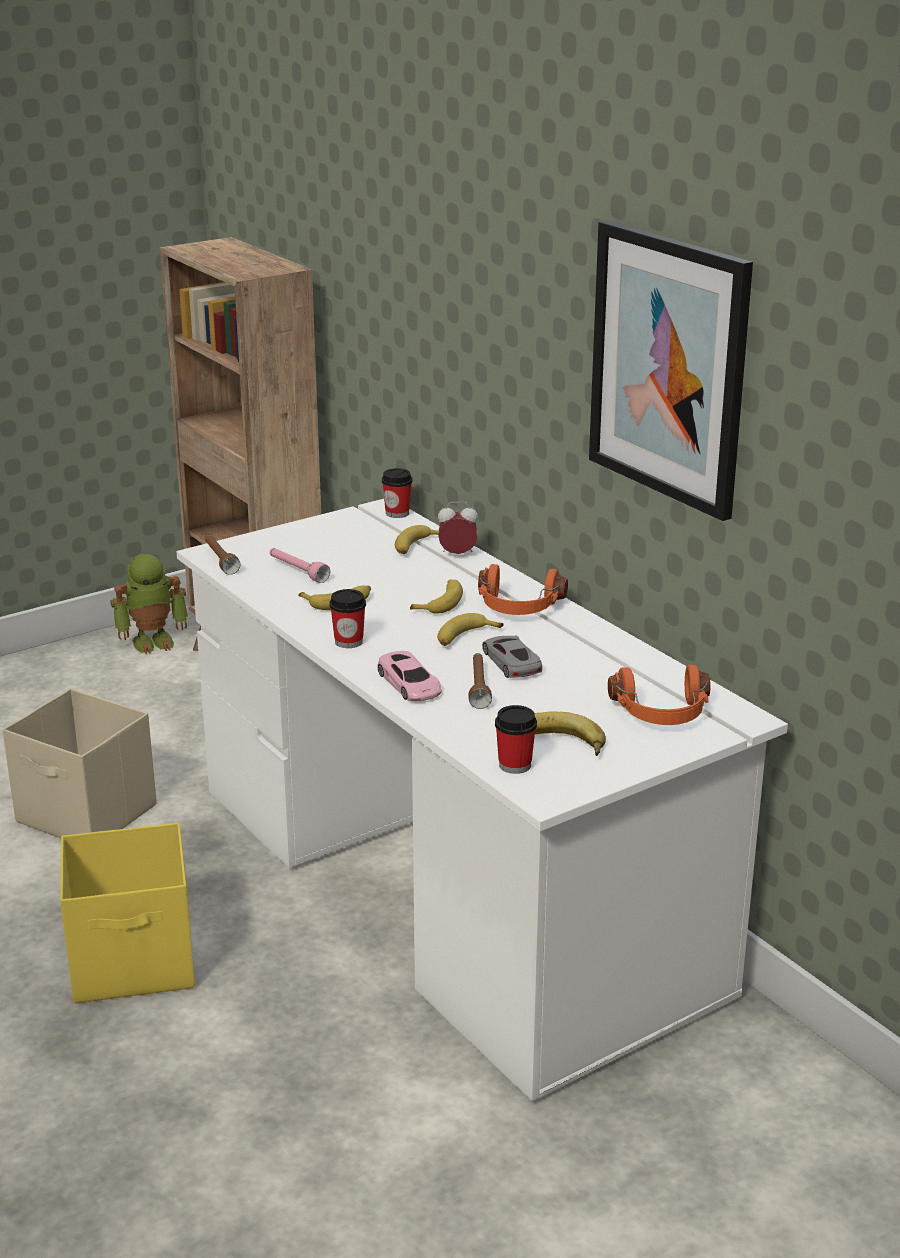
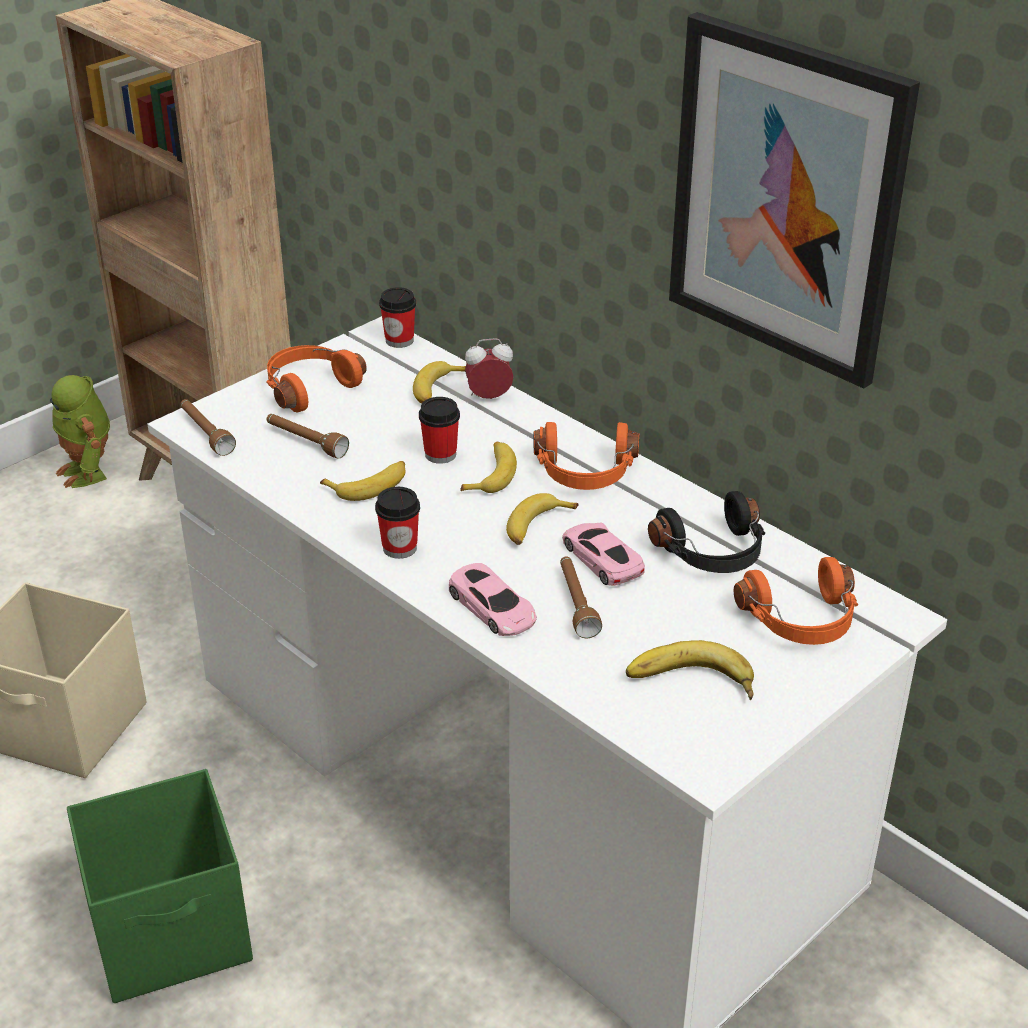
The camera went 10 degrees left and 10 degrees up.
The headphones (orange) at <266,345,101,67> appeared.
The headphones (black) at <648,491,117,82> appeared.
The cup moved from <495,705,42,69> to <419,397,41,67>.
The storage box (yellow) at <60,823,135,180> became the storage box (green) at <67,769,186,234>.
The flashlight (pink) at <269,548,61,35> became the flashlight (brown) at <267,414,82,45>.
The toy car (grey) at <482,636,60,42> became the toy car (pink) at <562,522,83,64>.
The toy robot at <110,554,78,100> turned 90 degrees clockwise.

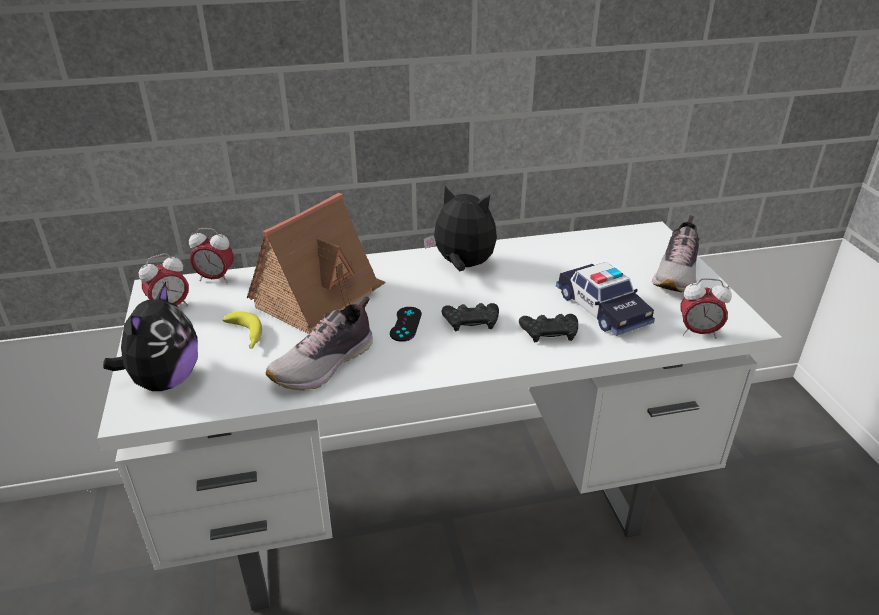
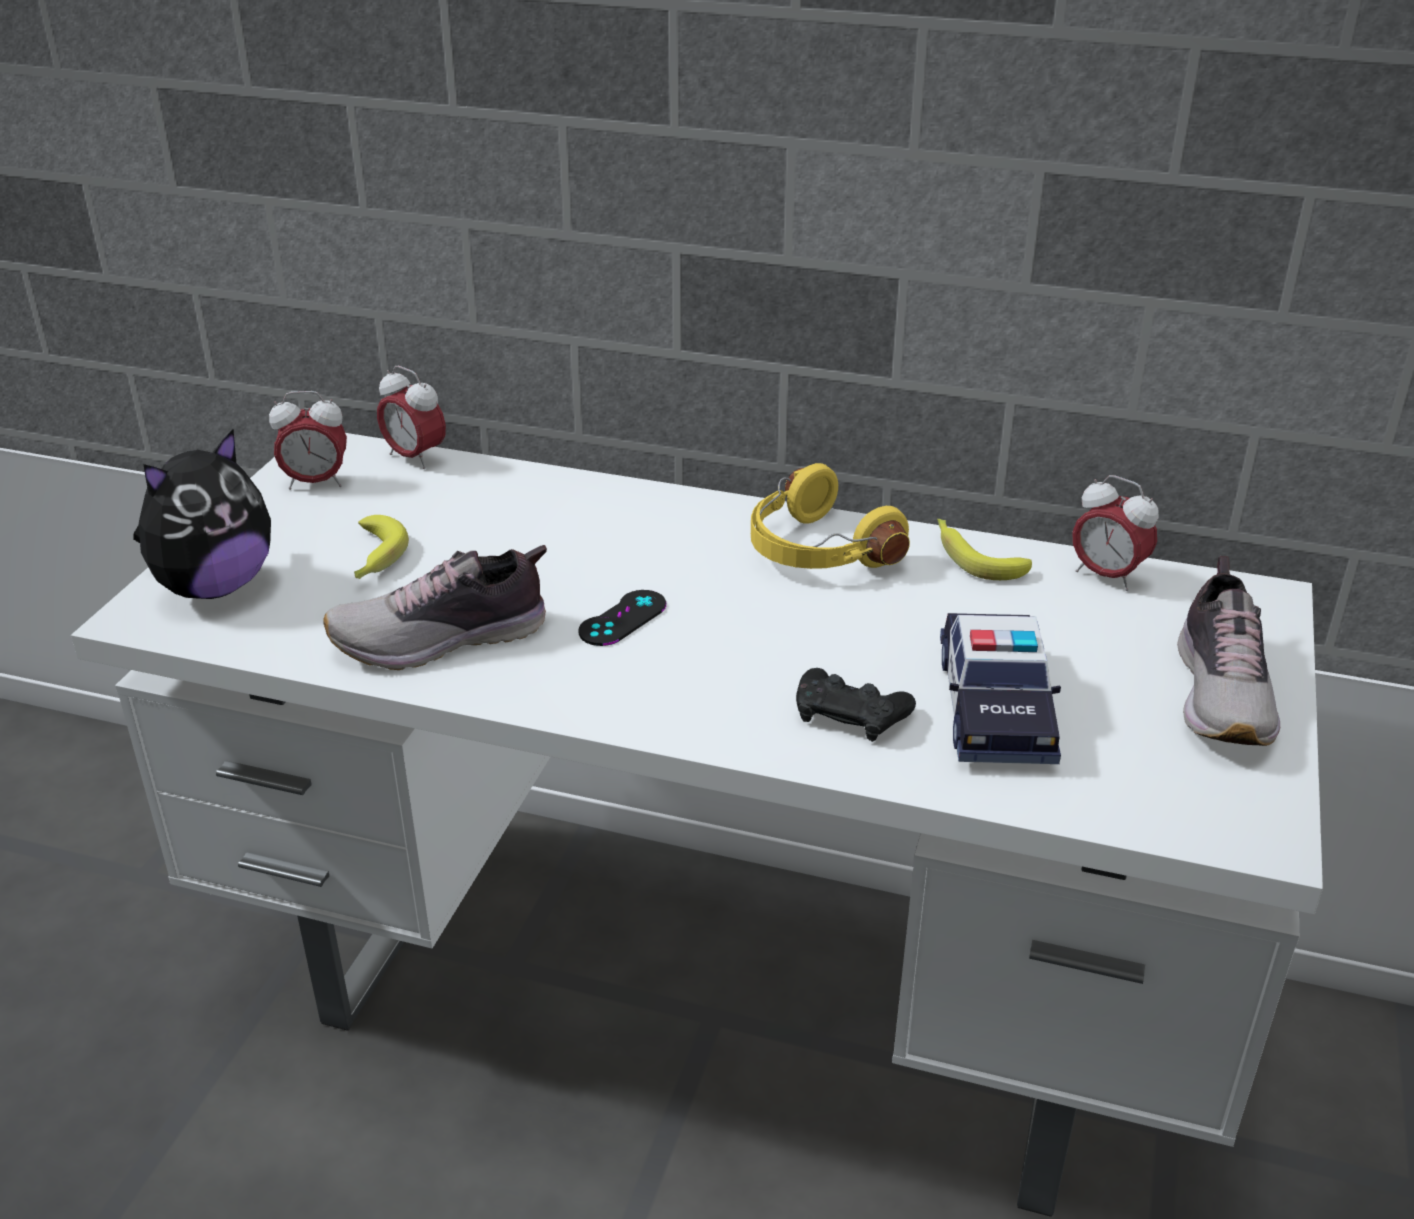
The camera went 30 degrees right and 0 degrees up.
The toy house at <247,193,139,141> disappeared.
The game controller (black) at <442,303,57,29> disappeared.
The banana at <937,519,95,61> appeared.
The alarm clock moved from <680,278,52,60> to <1072,475,87,116>.
The plush toy at <423,186,74,85> was replaced by the headphones (yellow) at <751,463,159,106>.
The shoe at <652,215,47,78> turned 45 degrees counterclockwise.

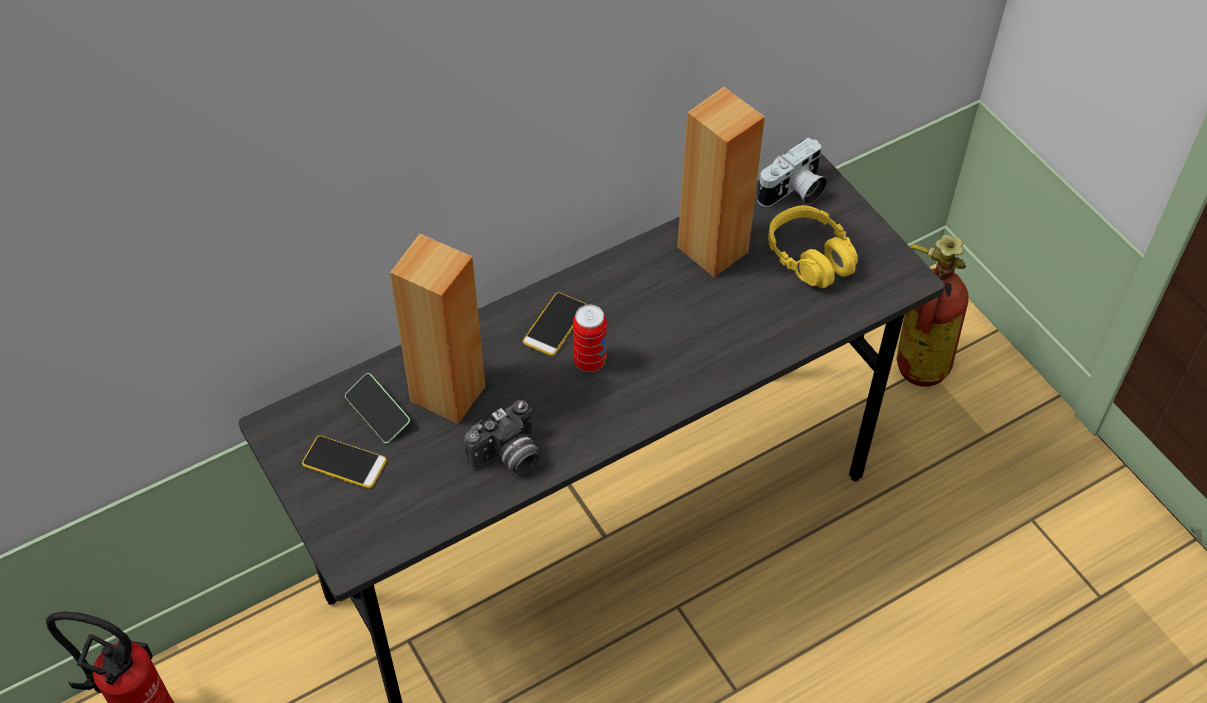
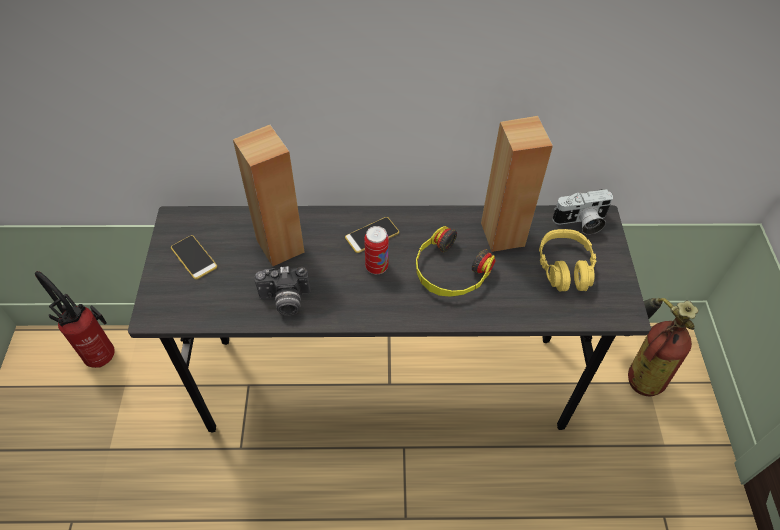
The camera went 30 degrees right and 0 degrees up.
The phone at <345,373,65,71> disappeared.
The headphones at <416,226,79,71> appeared.

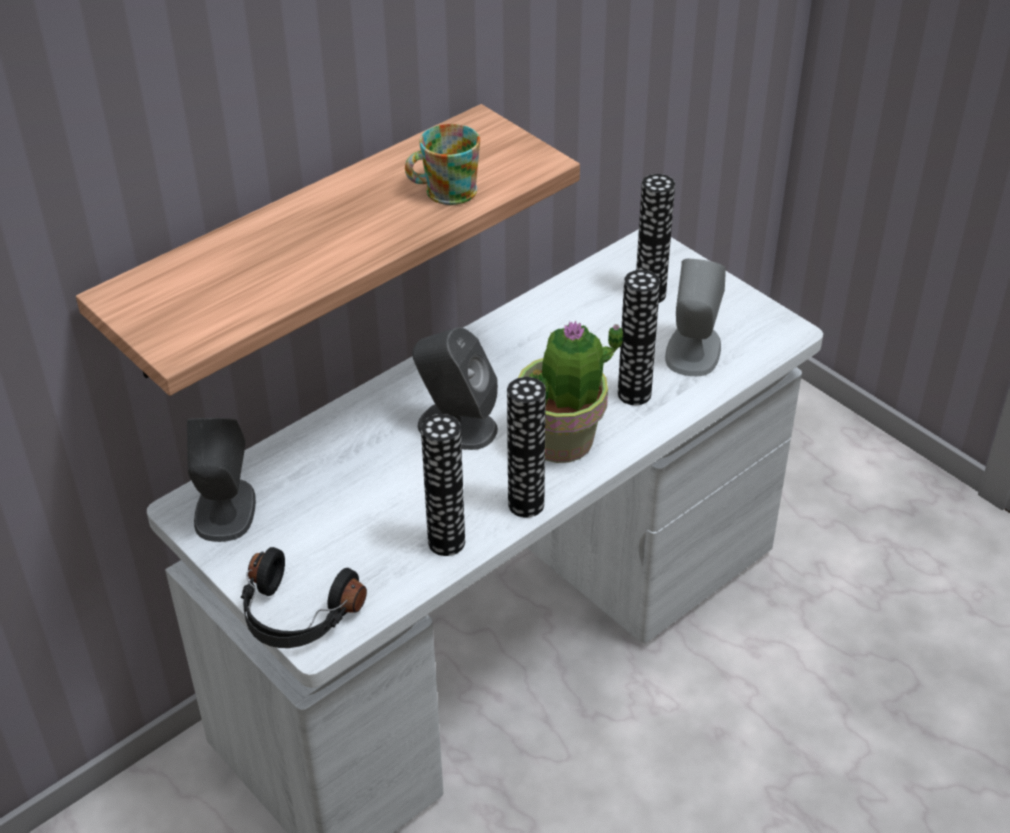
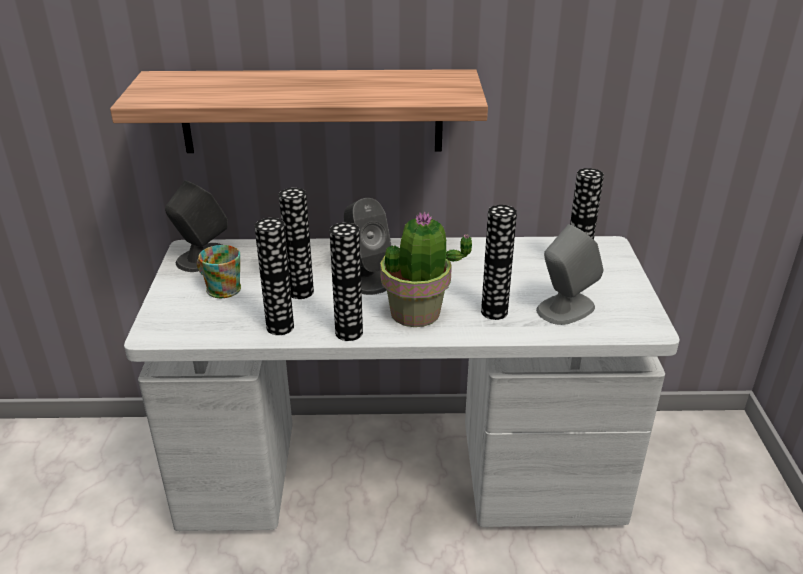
The camera went 40 degrees right and 10 degrees down.
The headphones (black) at <241,547,126,101> disappeared.
The vase at <279,188,35,111> appeared.
The mug moved from <405,124,75,81> to <197,245,44,53>.

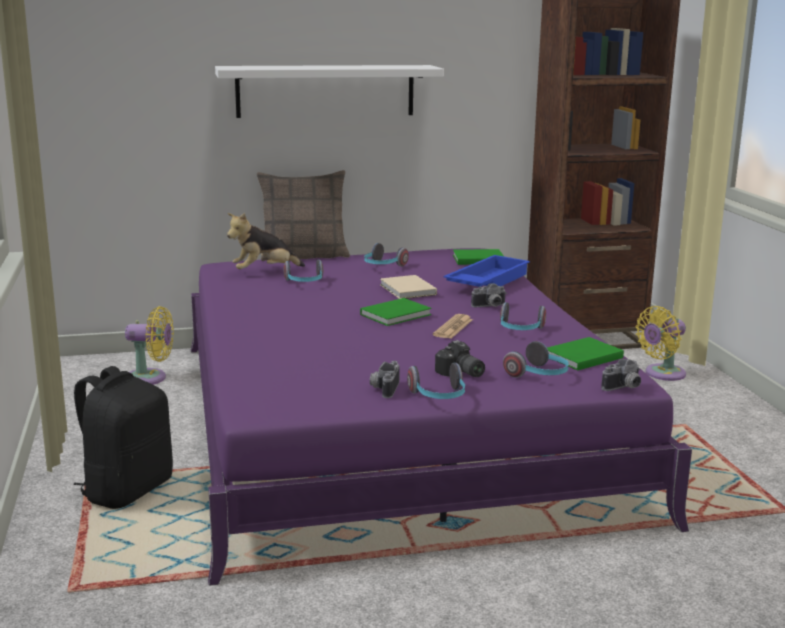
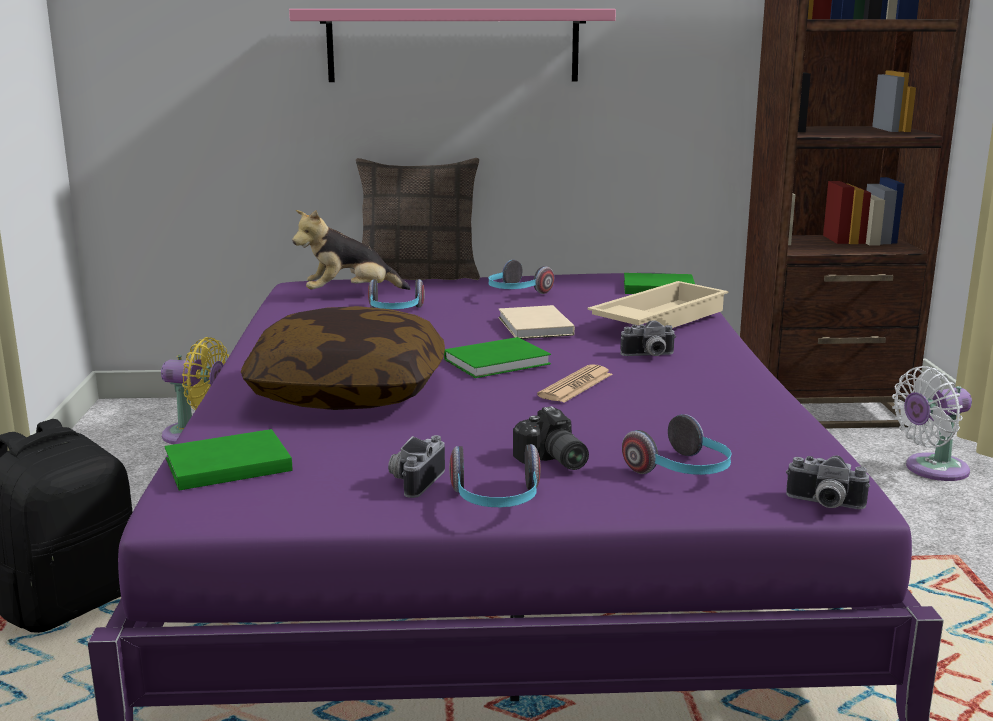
The camera went 10 degrees right and 0 degrees up.
The headphones at <500,302,46,28> disappeared.
The pillow at <241,306,204,104> appeared.
The book (green) moved from <547,337,77,34> to <164,429,129,61>.
The shelf (white) at <215,65,229,53> became the shelf (pink) at <289,9,327,73>.
The tray (blue) at <444,255,86,32> became the tray (beige) at <587,281,141,47>.
The fan (yellow) at <635,306,51,75> became the fan (white) at <892,366,80,115>.
The photo camera at <601,359,40,32> turned 45 degrees clockwise.

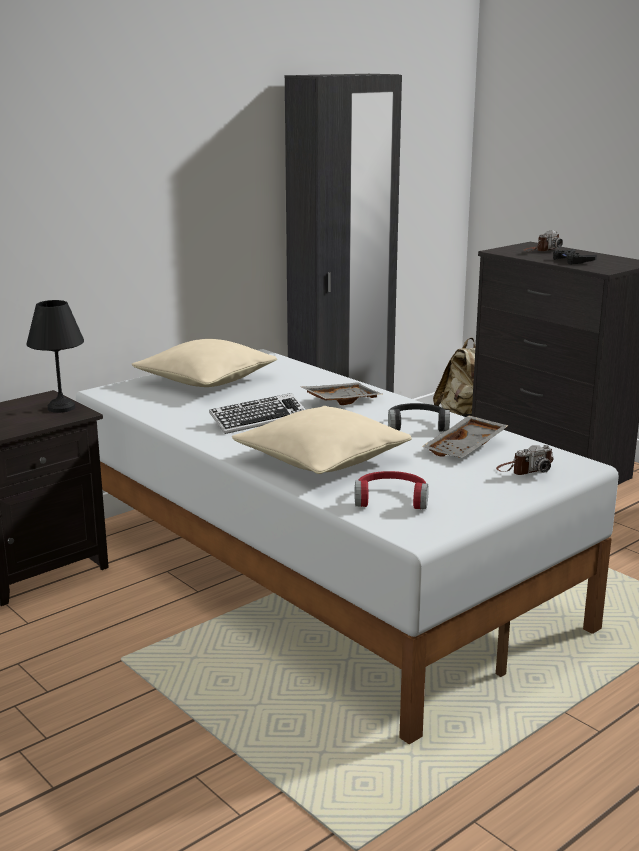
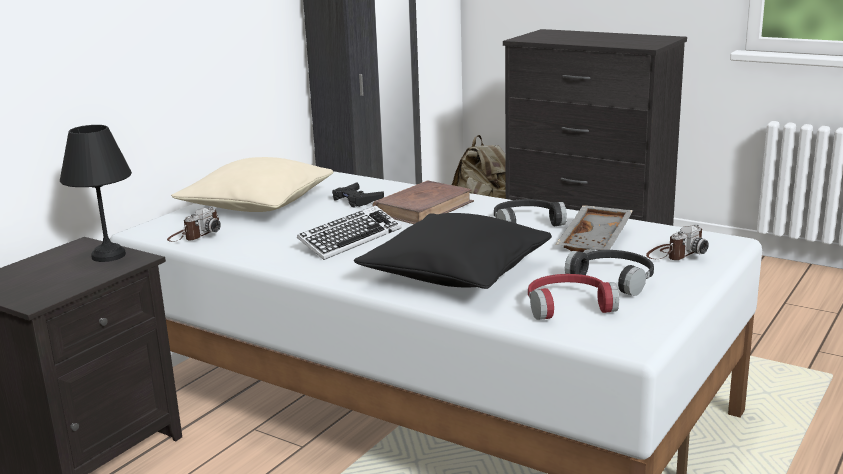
The camera went 15 degrees left and 0 degrees up.
The headphones (black) at <565,250,89,46> appeared.
The photo camera moved from <524,230,39,21> to <167,207,54,35>.
The game controller (black) moved from <553,249,44,16> to <332,182,52,25>.
The tray (grey) at <302,382,81,23> was replaced by the book (brown) at <372,180,102,44>.
The pillow (beige) at <232,406,180,68> became the pillow (black) at <354,213,198,76>.

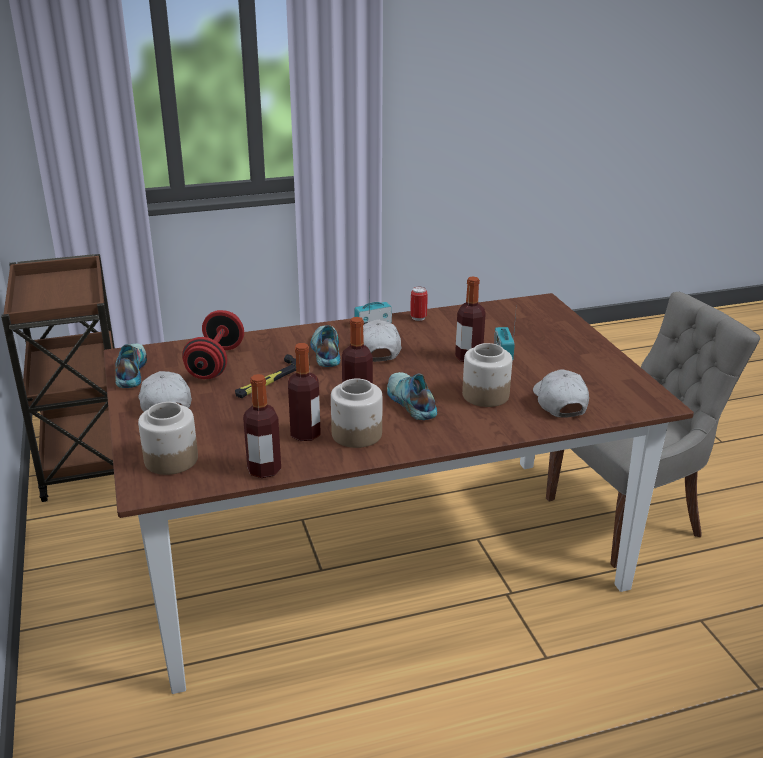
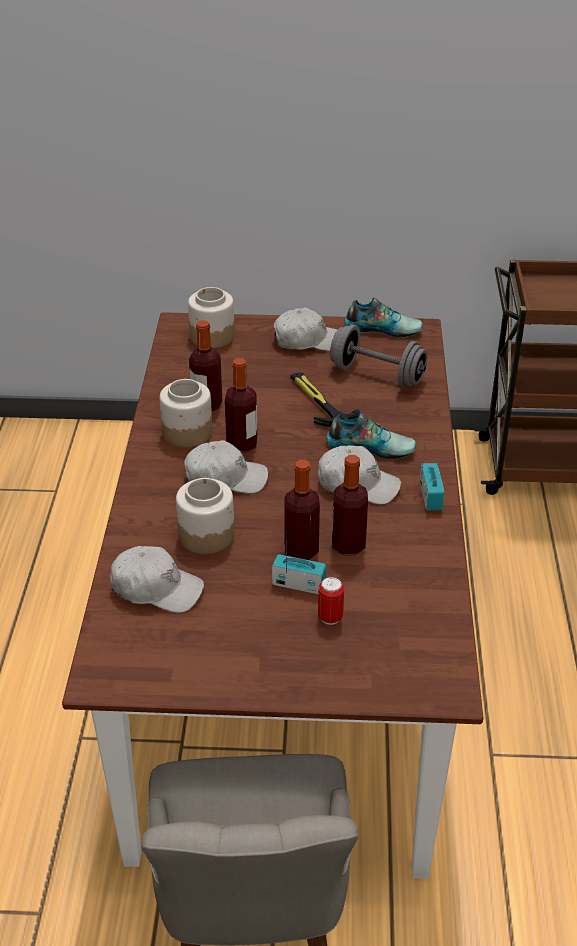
The camera went 110 degrees right and 10 degrees up.
The bottle moved from <243,374,38,104> to <332,455,36,100>.
The can moved from <410,287,18,34> to <318,577,26,48>.
The shoe at <387,372,50,48> was replaced by the cap (white) at <184,440,84,54>.
The dumbbell (red) at <182,310,62,69> became the dumbbell (grey) at <330,325,98,63>.

